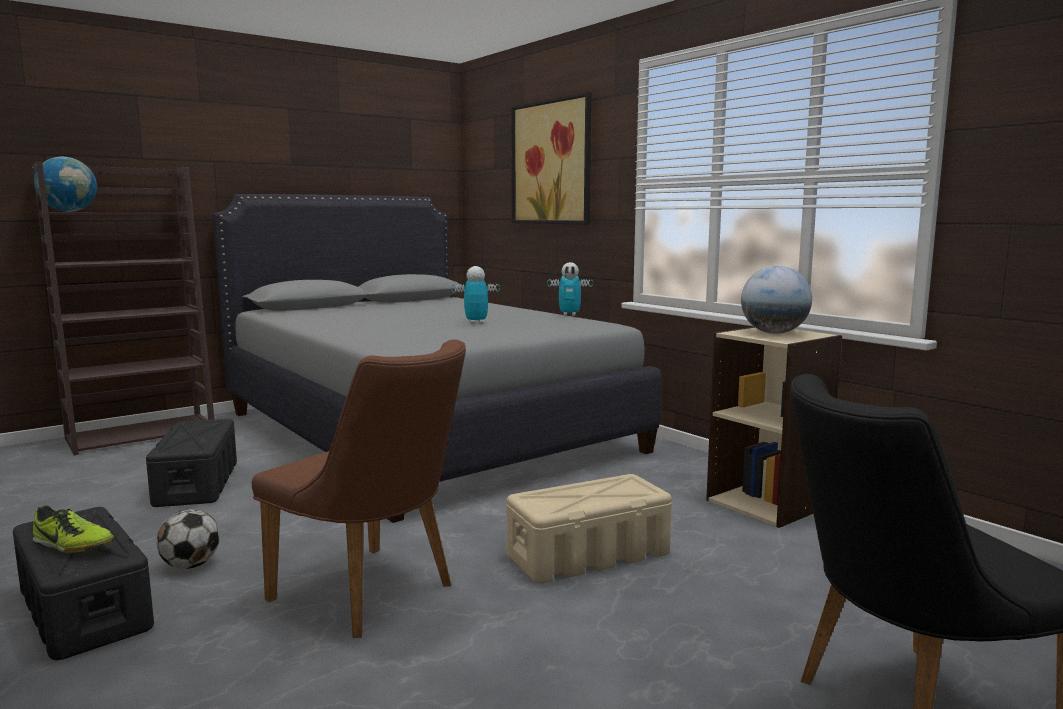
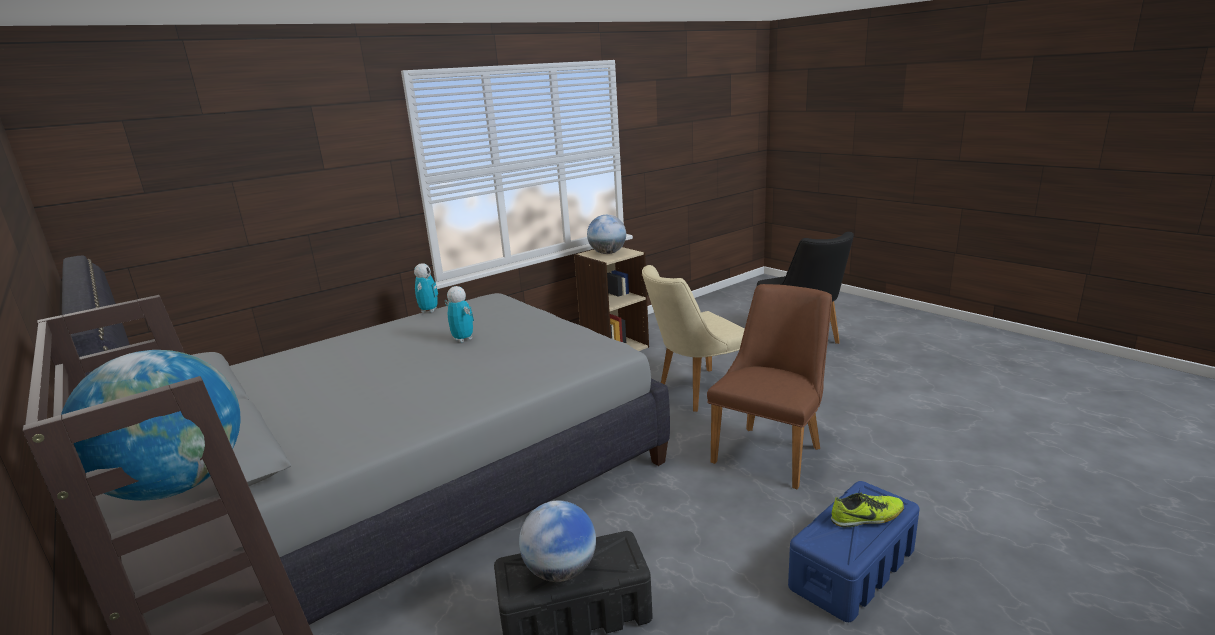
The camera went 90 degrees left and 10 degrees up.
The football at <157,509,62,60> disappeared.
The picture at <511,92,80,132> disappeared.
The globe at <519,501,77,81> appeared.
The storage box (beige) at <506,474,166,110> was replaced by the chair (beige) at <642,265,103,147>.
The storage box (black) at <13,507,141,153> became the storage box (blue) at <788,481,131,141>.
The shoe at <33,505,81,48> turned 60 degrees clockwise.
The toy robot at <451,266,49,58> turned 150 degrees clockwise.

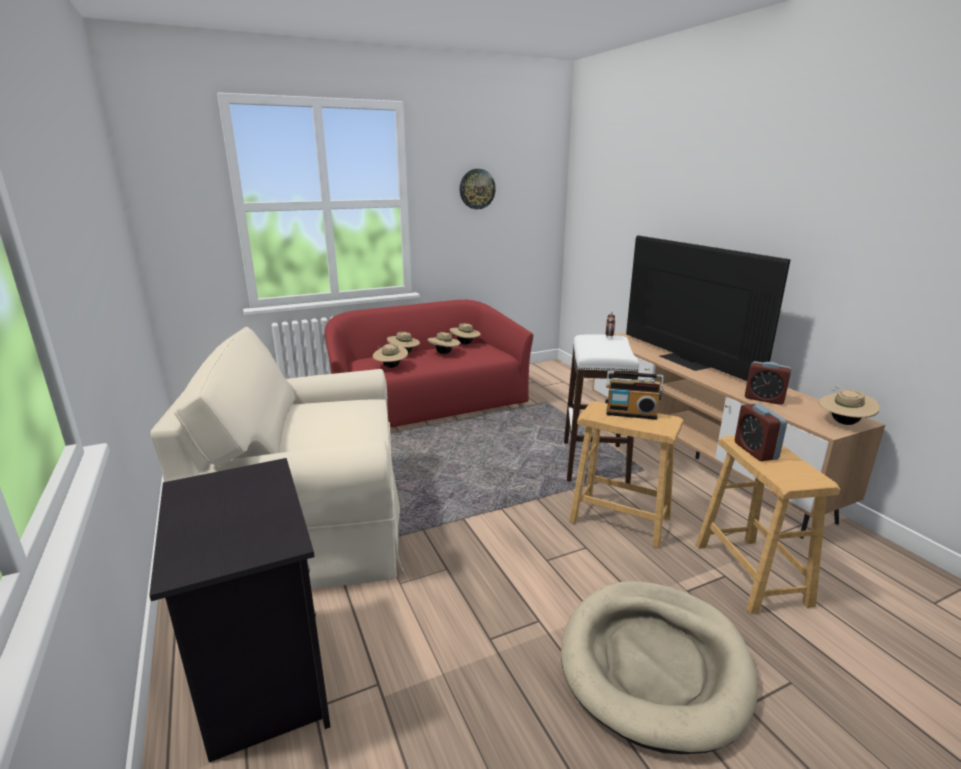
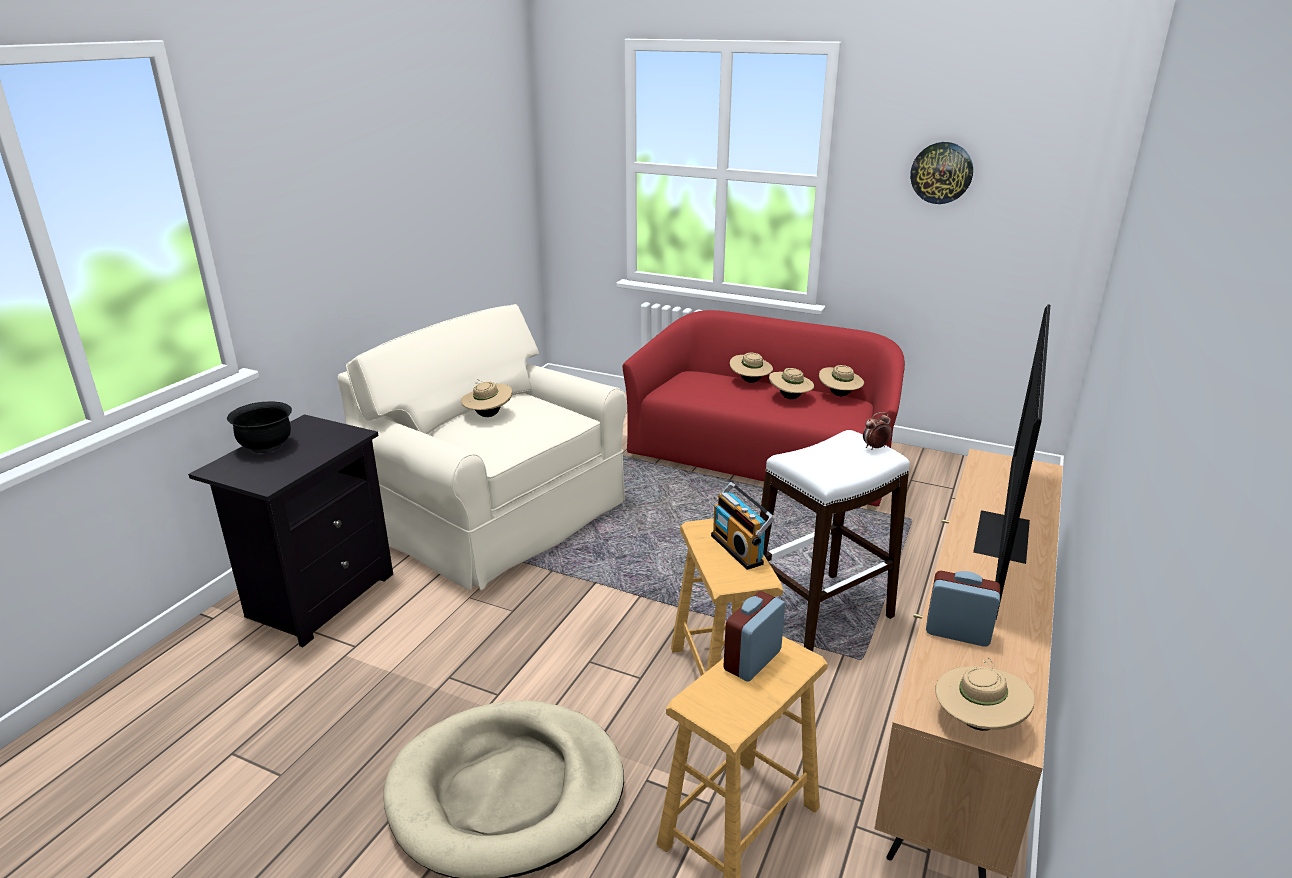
The camera went 50 degrees right and 5 degrees up.
The bowl (black) at <227,402,65,51> appeared.
The hat (beige) moved from <373,344,35,24> to <461,379,51,38>.
The alarm clock at <745,361,46,44> turned 120 degrees clockwise.

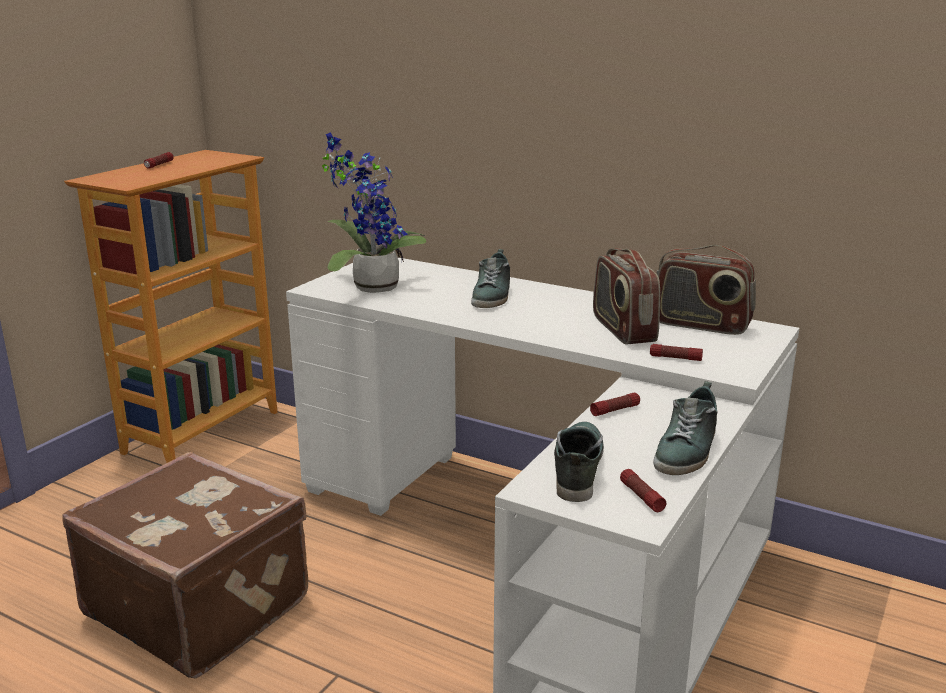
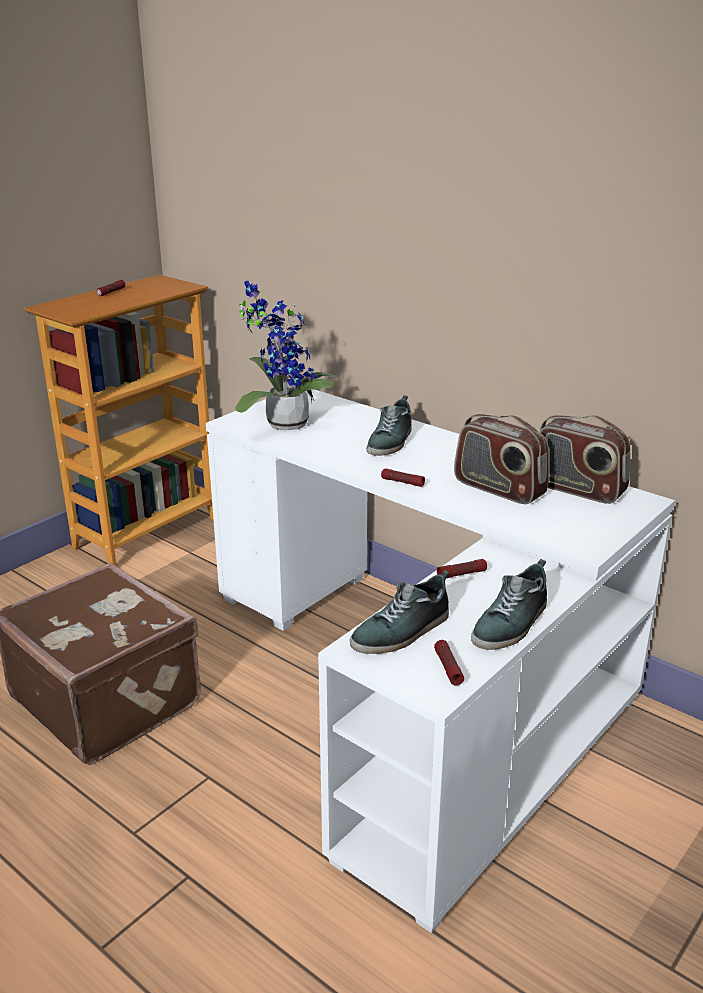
The camera went 10 degrees right and 5 degrees up.
The flashlight moved from <650,344,53,17> to <381,468,44,19>.
The shoe at <554,422,50,80> turned 150 degrees counterclockwise.
The radio at <593,248,67,97> turned 45 degrees counterclockwise.

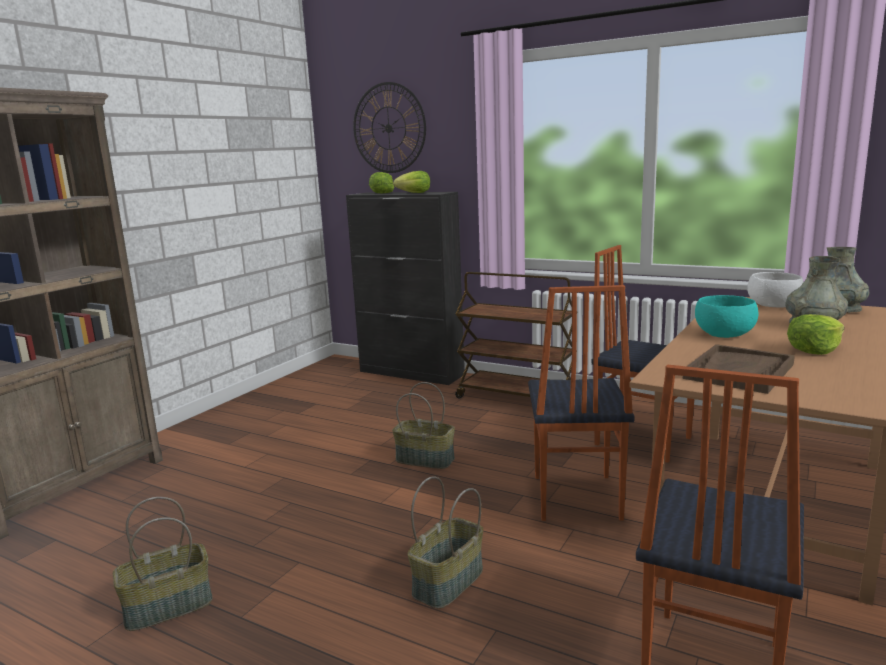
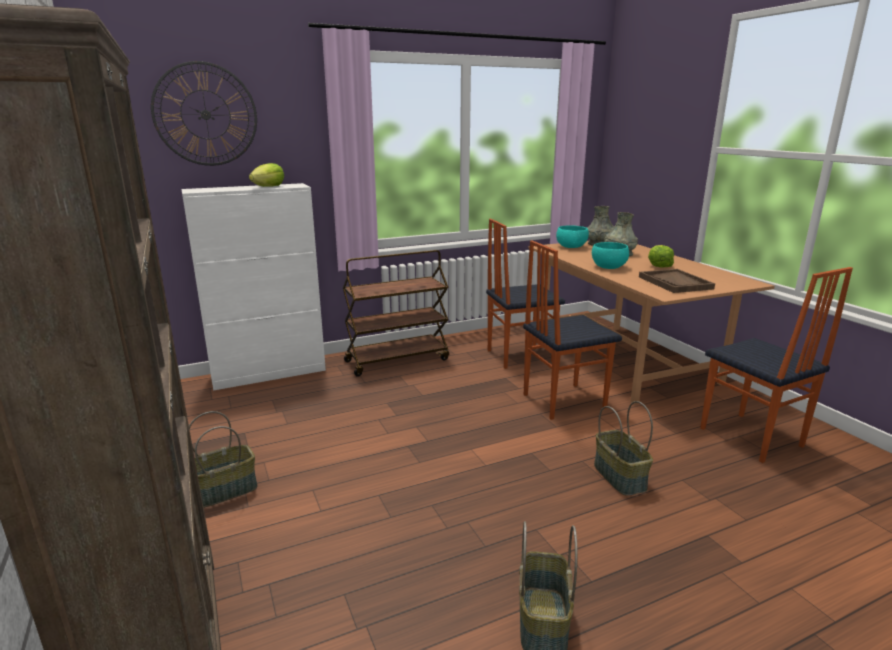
The camera went 55 degrees left and 5 degrees up.
The lettuce at <369,172,25,22> disappeared.
The basket moved from <392,382,63,87> to <189,411,69,97>.
The cabinet (black) at <346,192,119,193> became the cabinet (white) at <181,183,145,208>.
The bowl (white) at <747,272,57,36> became the bowl (turquoise) at <556,225,33,23>.
The chair at <528,285,107,236> turned 120 degrees clockwise.

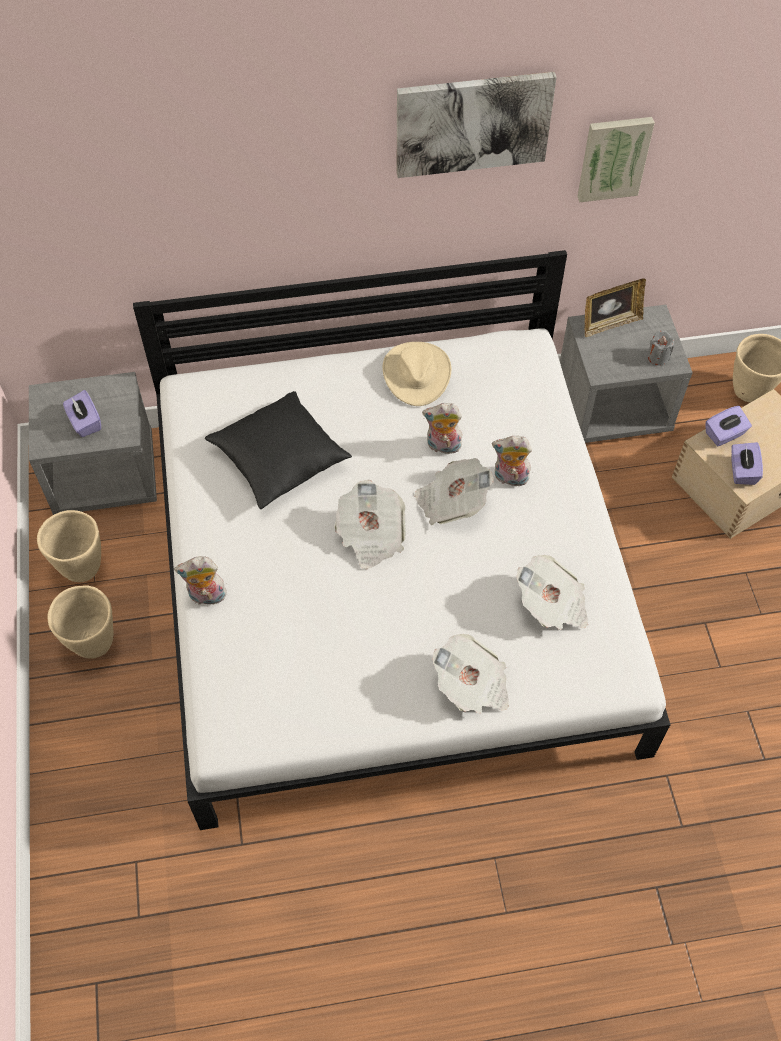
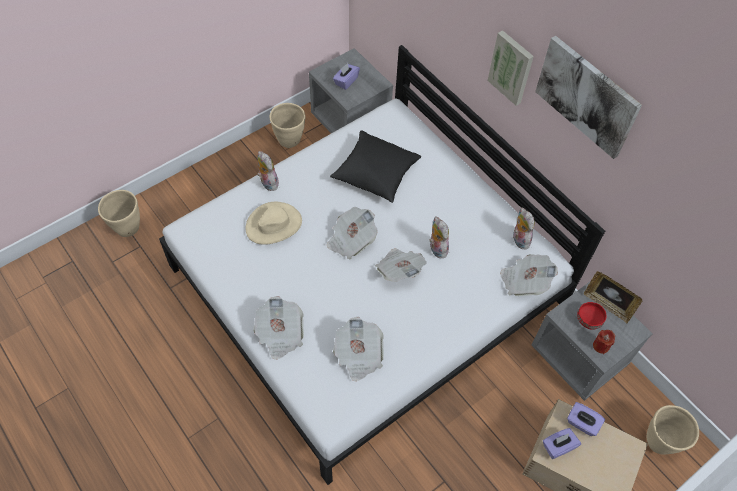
The camera went 60 degrees right and 0 degrees up.
The newspaper at <500,254,58,42> appeared.
The bowl (red) at <577,302,30,28> appeared.
The planter (beige) moved from <48,585,66,73> to <98,190,42,47>.
The hat (beige) moved from <383,342,68,64> to <245,202,57,43>.
The plush toy moved from <492,436,40,51> to <513,207,22,42>.
The picture moved from <577,117,78,85> to <487,30,47,76>.
The candle (grey) at <648,331,26,34> became the candle (red) at <593,330,22,24>.

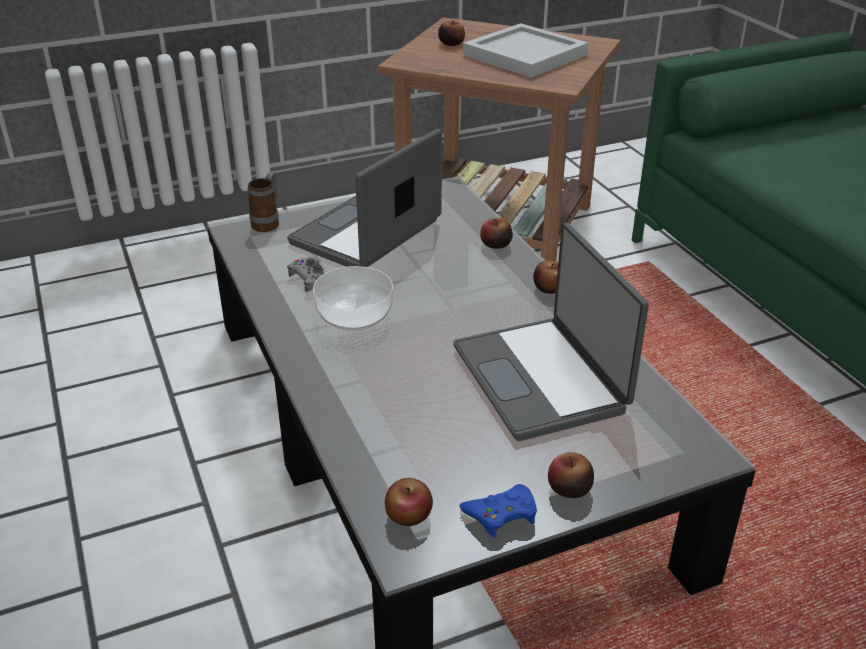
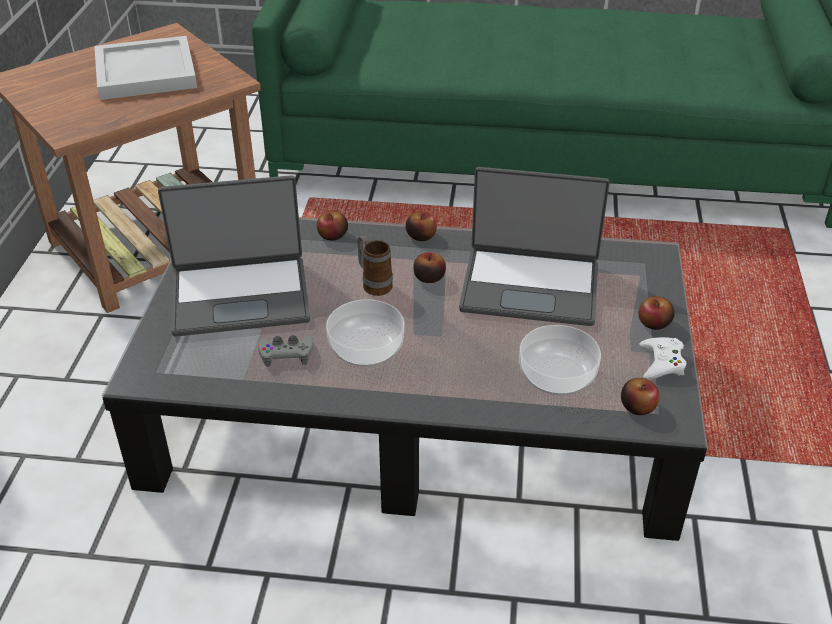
The camera went 60 degrees left and 5 degrees up.
The bowl at <519,325,82,70> appeared.
The mug moved from <248,173,31,59> to <357,236,36,60>.
The apple moved from <438,21,27,25> to <413,252,33,31>.
The game controller (blue) at <460,484,77,54> became the game controller (white) at <640,337,46,42>.
The laptop at <287,129,155,138> turned 75 degrees counterclockwise.

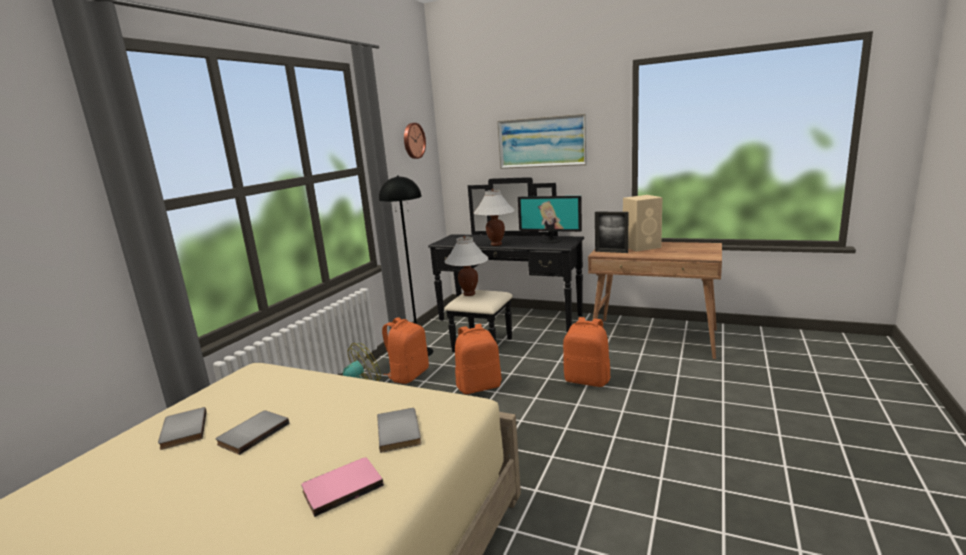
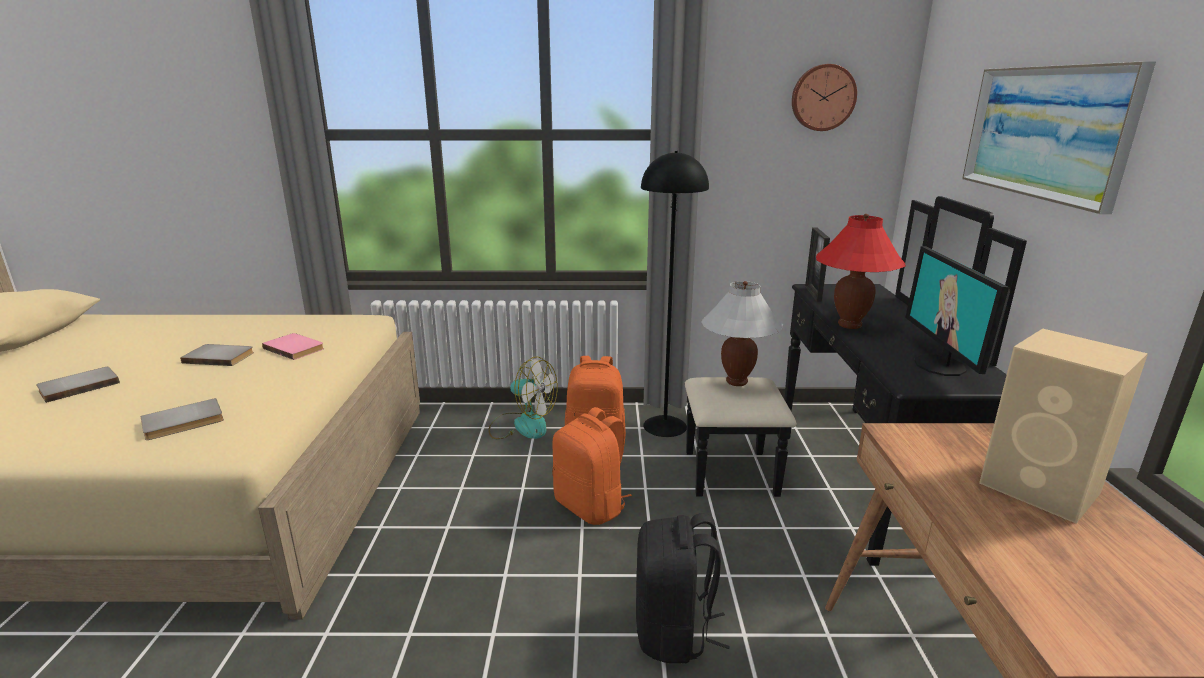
The camera went 65 degrees right and 5 degrees up.
The book (grey) moved from <158,407,48,43> to <36,367,84,36>.
The book (pink) moved from <301,457,83,60> to <262,333,62,27>.
The picture frame moved from <595,212,33,41> to <805,227,25,75>.
The table lamp (white) at <474,189,41,57> became the table lamp (red) at <816,214,90,115>.
The backpack (orange) at <563,317,47,70> became the backpack (black) at <636,513,94,150>.

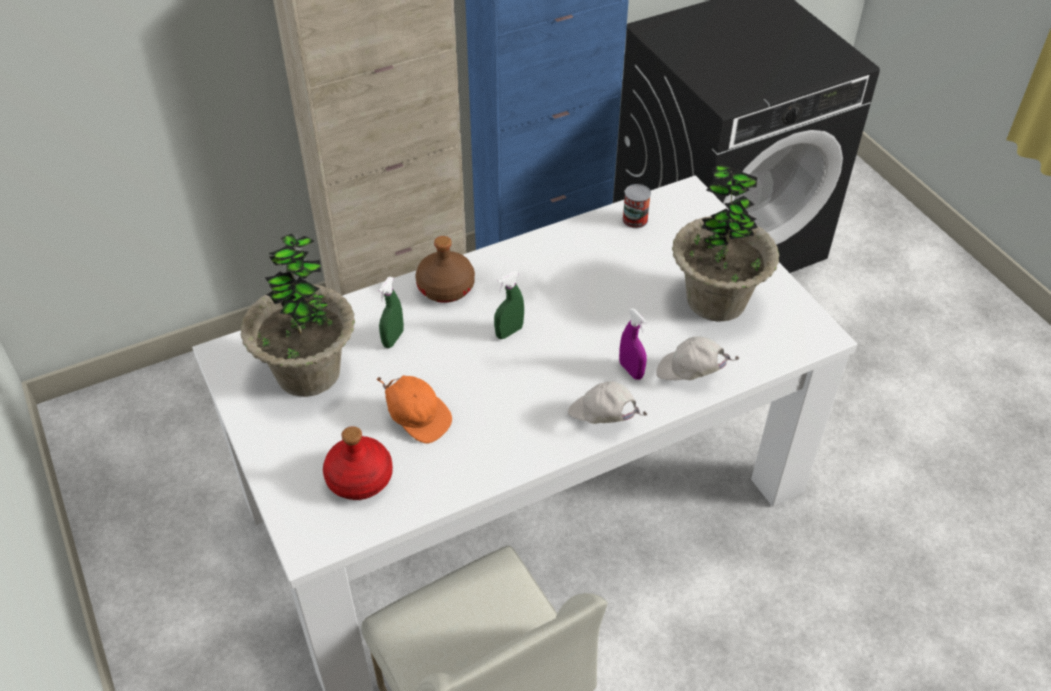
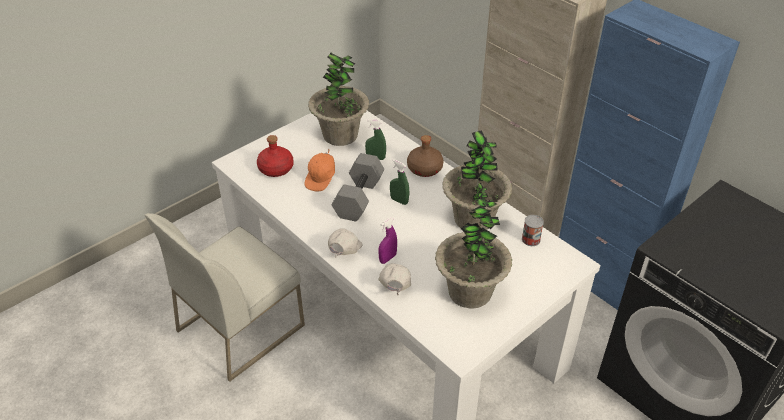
The camera went 75 degrees right and 5 degrees down.
The dumbbell (grey) at <332,153,52,69> appeared.
The potted plant at <442,131,70,99> appeared.

